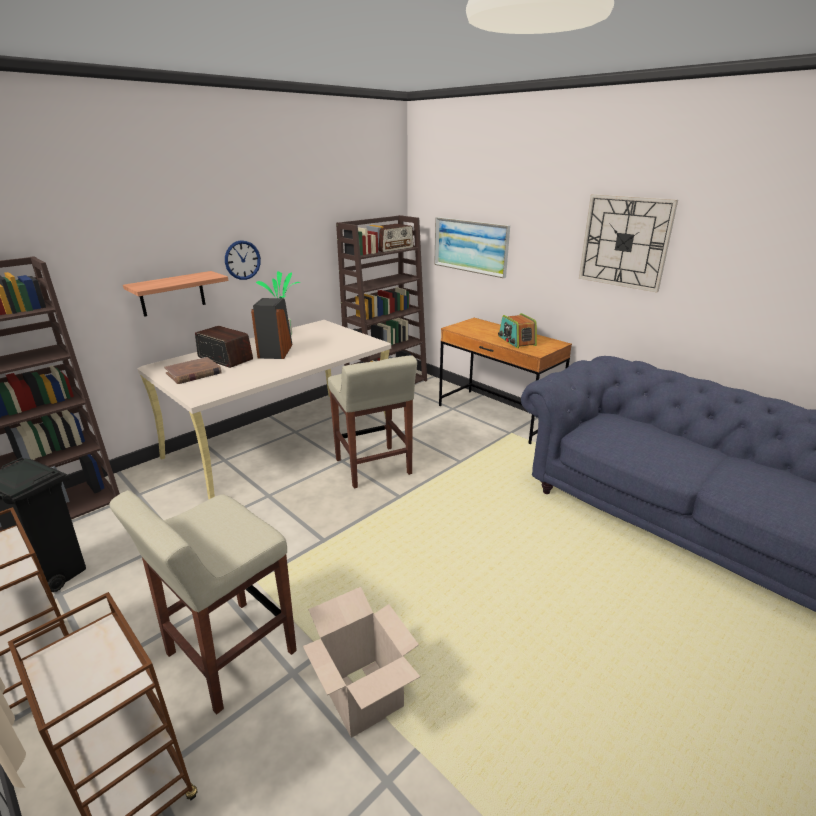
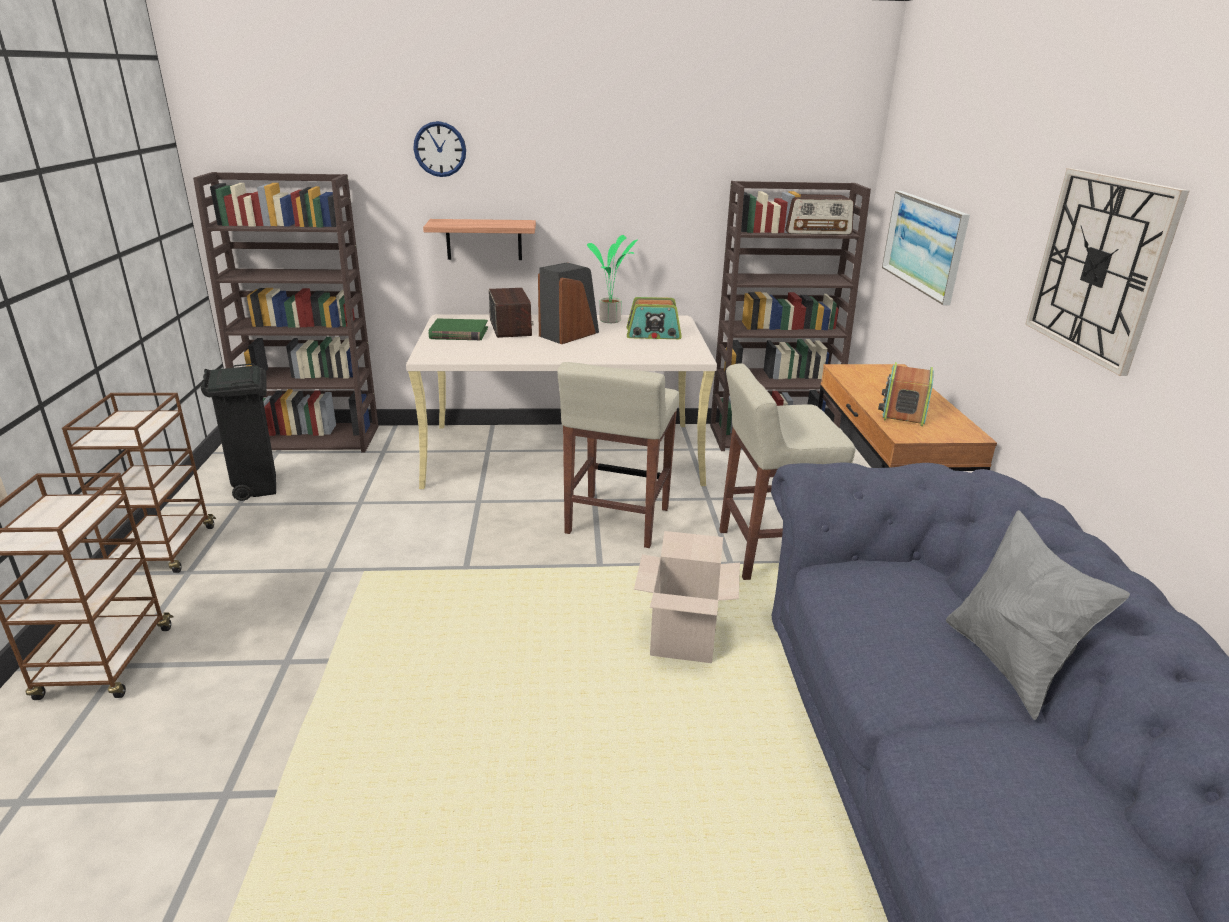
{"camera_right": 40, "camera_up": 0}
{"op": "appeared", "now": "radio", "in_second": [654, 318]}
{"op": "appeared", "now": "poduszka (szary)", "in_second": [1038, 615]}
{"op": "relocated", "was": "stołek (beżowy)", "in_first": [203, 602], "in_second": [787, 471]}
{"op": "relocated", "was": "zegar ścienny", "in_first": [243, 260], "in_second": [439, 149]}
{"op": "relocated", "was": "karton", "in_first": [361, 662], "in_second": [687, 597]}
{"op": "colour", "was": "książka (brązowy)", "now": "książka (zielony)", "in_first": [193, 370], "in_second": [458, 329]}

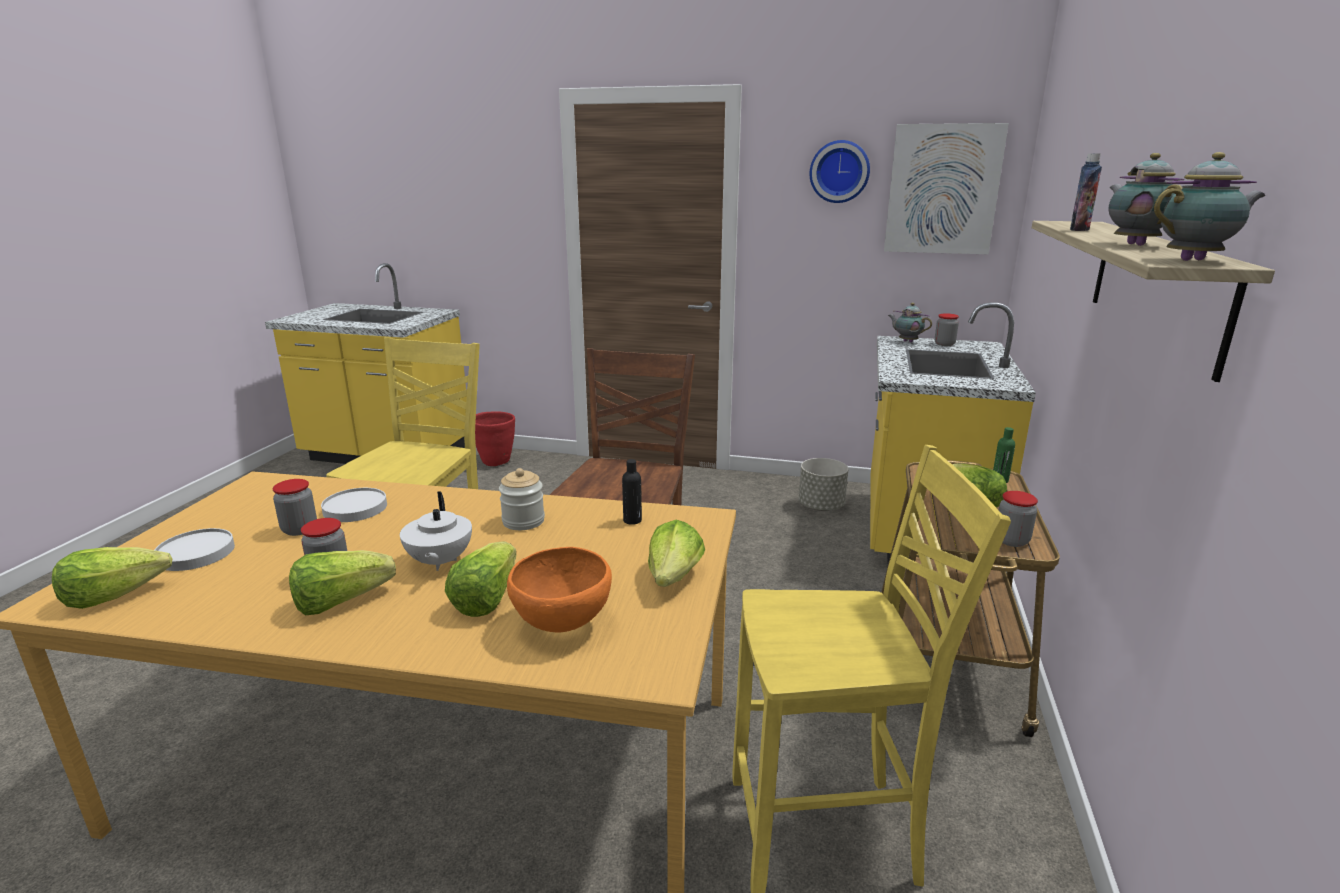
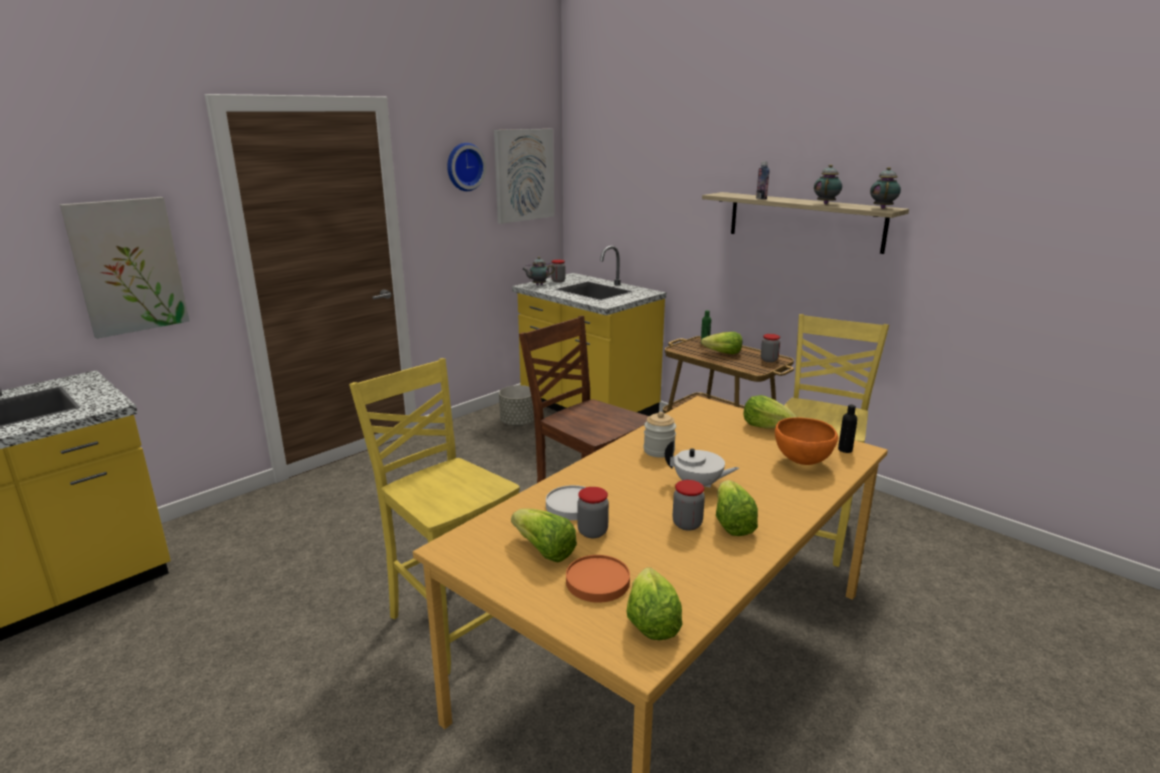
{"camera_right": -60, "camera_up": 0}
{"op": "missing", "was": "donica (czerwony)", "in_first": [495, 438]}
{"op": "appeared", "now": "obraz", "in_second": [125, 268]}
{"op": "relocated", "was": "sałata", "in_first": [481, 579], "in_second": [544, 535]}
{"op": "relocated", "was": "butelka (czarny)", "in_first": [632, 492], "in_second": [848, 429]}
{"op": "colour", "was": "talerz (biały)", "now": "talerz (pomarańczowy)", "in_first": [195, 549], "in_second": [598, 579]}
{"op": "spun", "was": "imbryk", "in_first": [1146, 199], "in_second": [828, 184], "clockwise": 90}

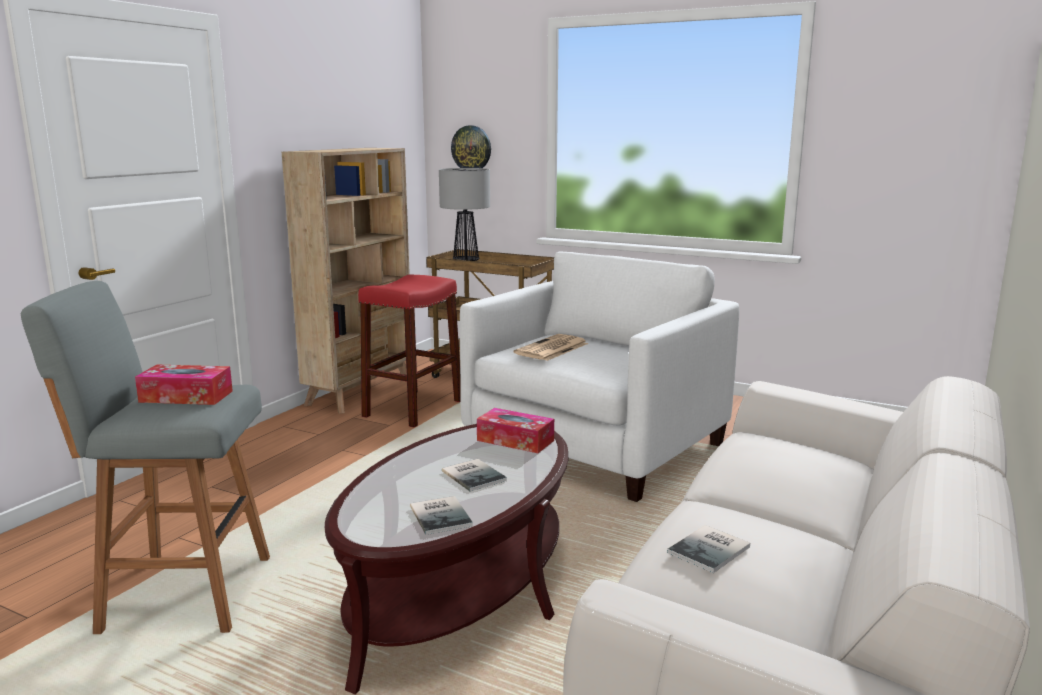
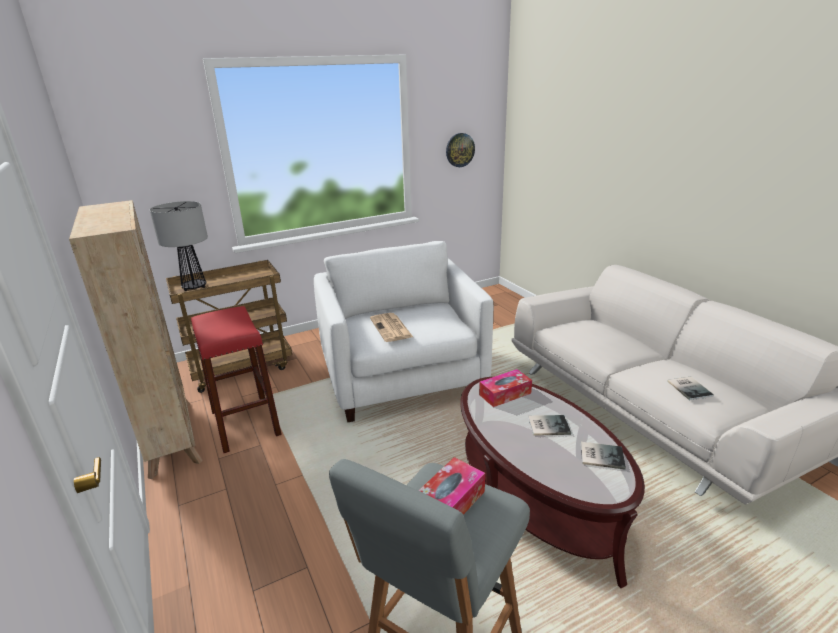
{"camera_right": -55, "camera_up": 10}
{"op": "relocated", "was": "zegar ścienny", "in_first": [471, 147], "in_second": [460, 150]}

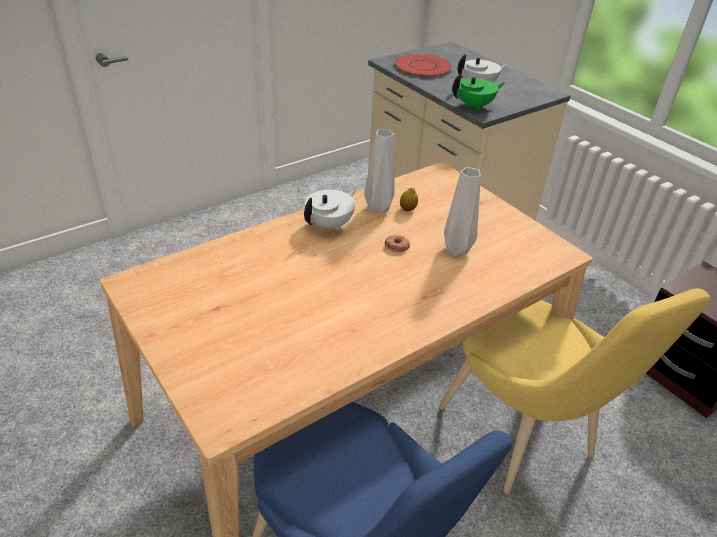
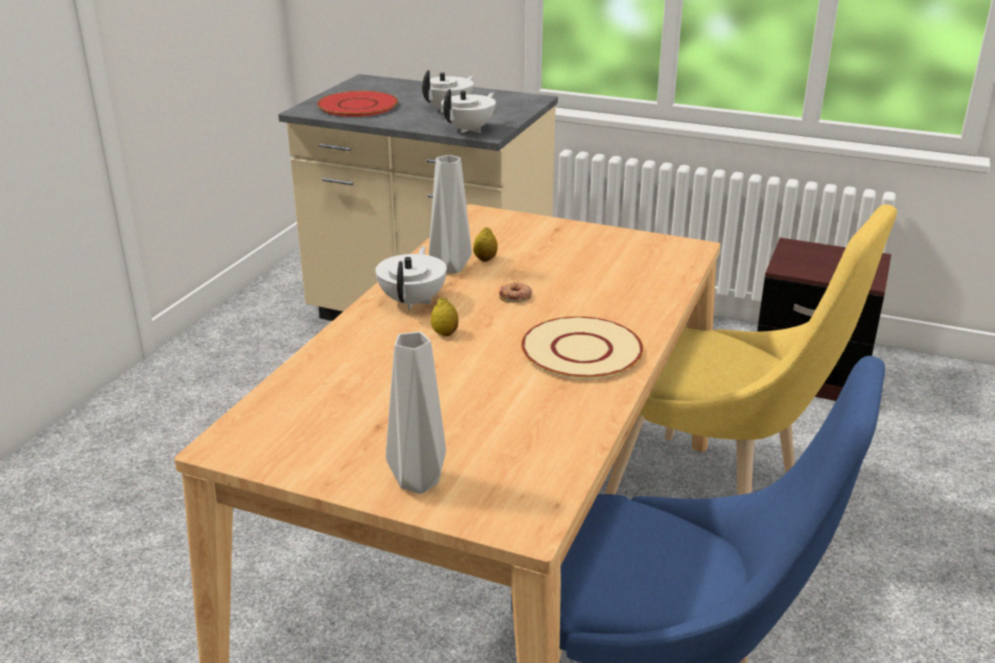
{"camera_right": -30, "camera_up": -10}
{"op": "appeared", "now": "cytryna", "in_second": [444, 317]}
{"op": "appeared", "now": "talerz (beżowy)", "in_second": [582, 347]}
{"op": "relocated", "was": "wazon (szary)", "in_first": [462, 211], "in_second": [416, 413]}
{"op": "colour", "was": "imbryk (zielony)", "now": "imbryk (biały)", "in_first": [478, 92], "in_second": [468, 111]}

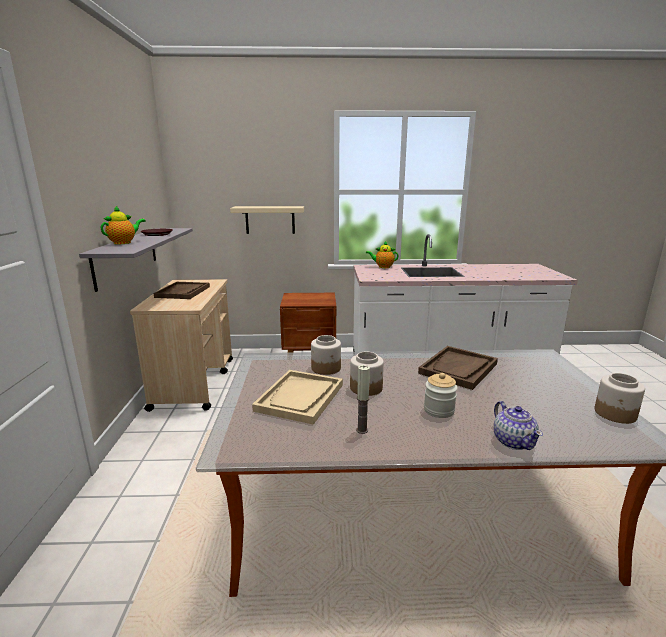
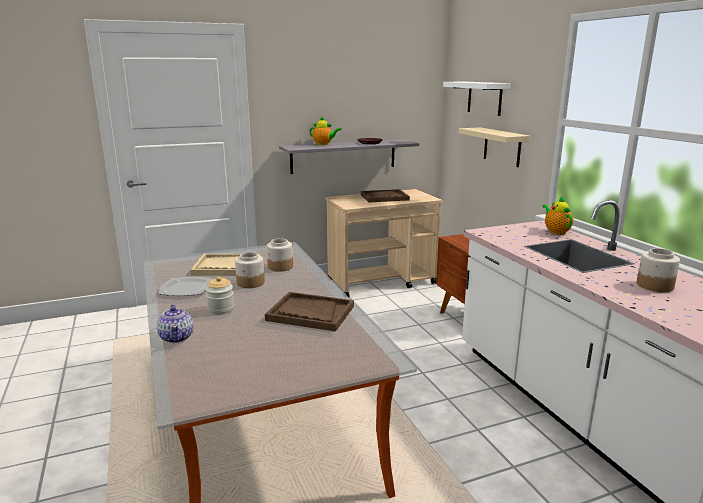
{"camera_right": 70, "camera_up": 0}
{"op": "appeared", "now": "półka (biały)", "in_second": [477, 99]}
{"op": "relocated", "was": "słoik", "in_first": [619, 398], "in_second": [658, 270]}
{"op": "exchanged", "was": "świeca", "now": "talerz", "in_first": [363, 399], "in_second": [185, 286]}
{"op": "spun", "was": "imbryk", "in_first": [518, 425], "in_second": [175, 323], "clockwise": -75}

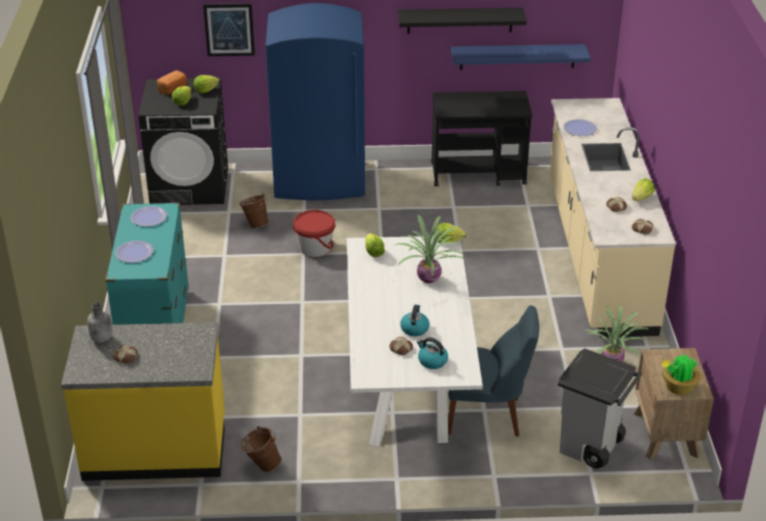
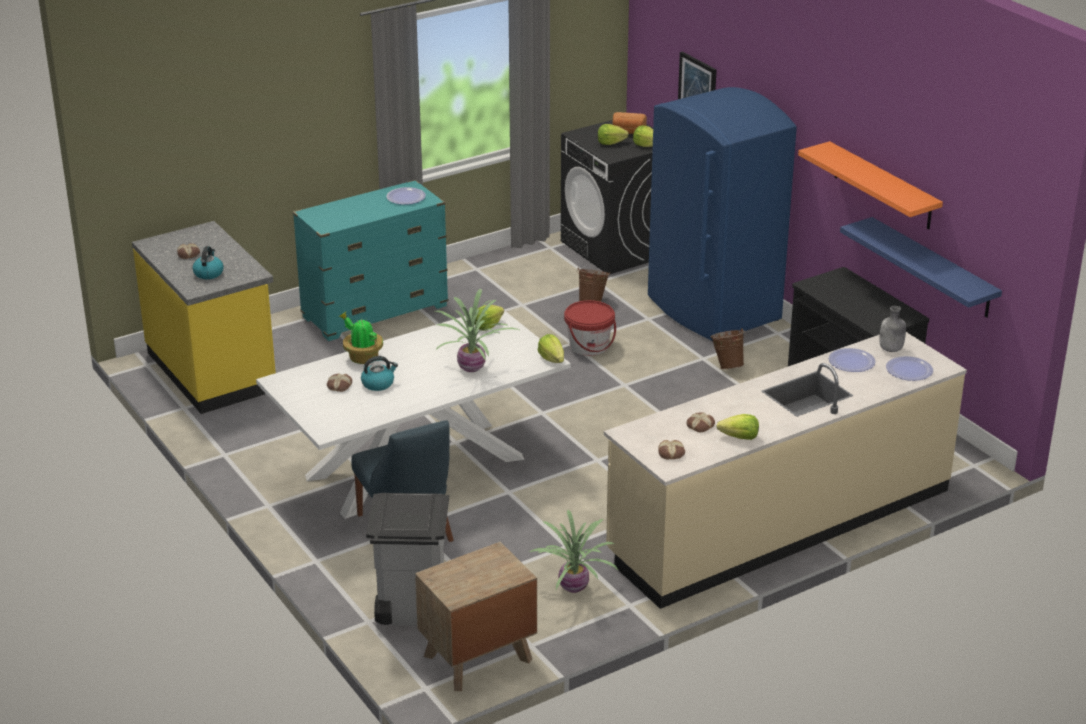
{"camera_right": 60, "camera_up": -5}
{"op": "relocated", "was": "butelka (szary)", "in_first": [99, 322], "in_second": [892, 329]}
{"op": "relocated", "was": "talerz", "in_first": [134, 251], "in_second": [909, 368]}
{"op": "relocated", "was": "wiadro (brązowy)", "in_first": [261, 449], "in_second": [728, 348]}
{"op": "relocated", "was": "czajnik", "in_first": [432, 353], "in_second": [208, 262]}
{"op": "relocated", "was": "roślina doniczkowa", "in_first": [681, 374], "in_second": [360, 338]}
{"op": "colour", "was": "półka (czarny)", "now": "półka (pomarańczowy)", "in_first": [462, 21], "in_second": [870, 185]}

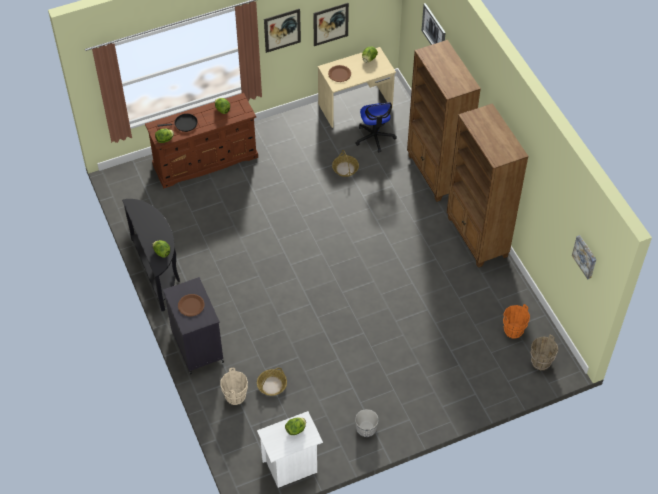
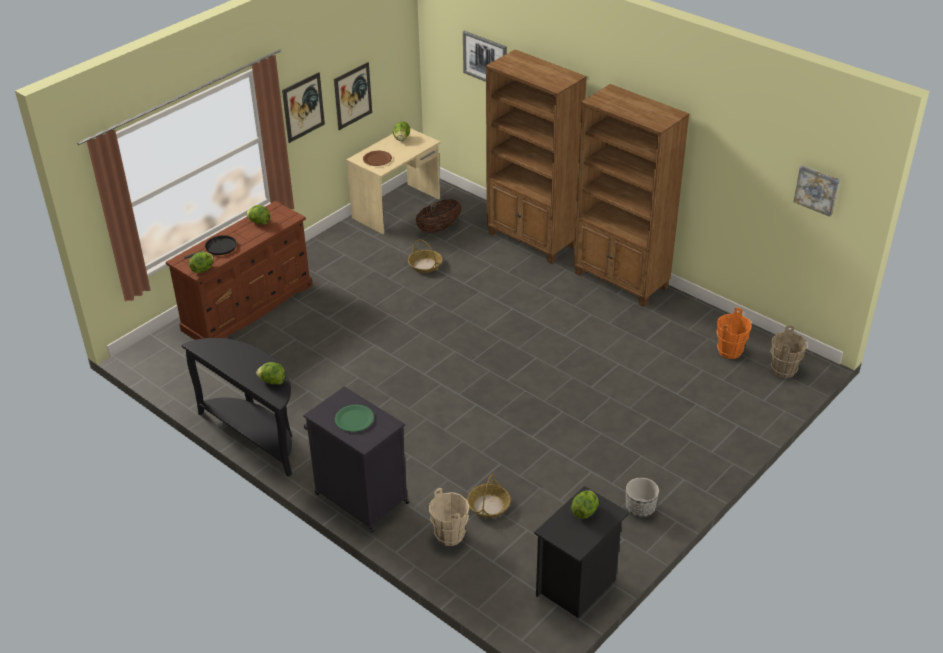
{"camera_right": -25, "camera_up": -15}
{"op": "exchanged", "was": "krzesło biurowe", "now": "koszyk", "in_first": [376, 127], "in_second": [438, 216]}
{"op": "colour", "was": "talerz (brązowy)", "now": "talerz (zielony)", "in_first": [191, 305], "in_second": [354, 418]}
{"op": "colour", "was": "szafka nocna (biały)", "now": "szafka nocna (czarny)", "in_first": [290, 449], "in_second": [581, 552]}

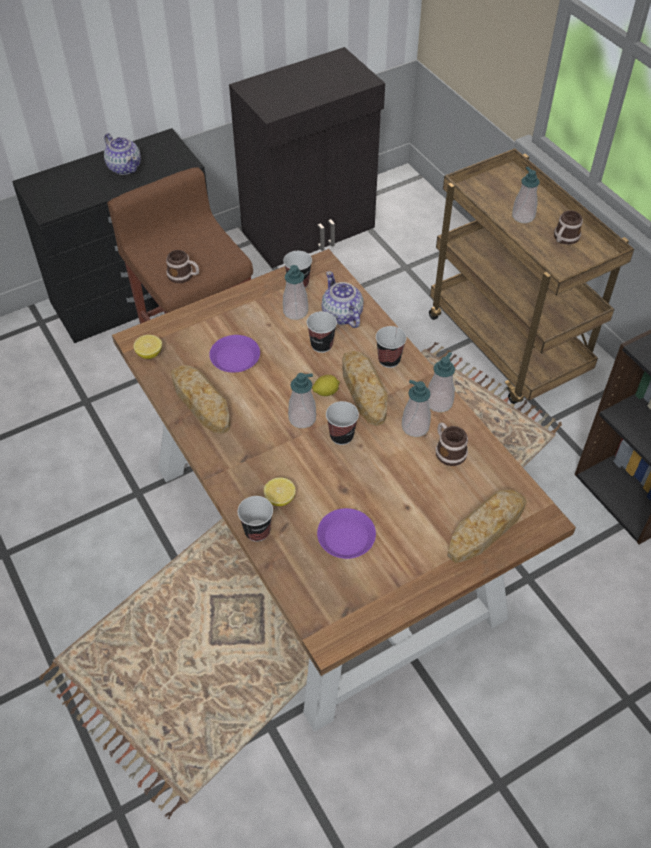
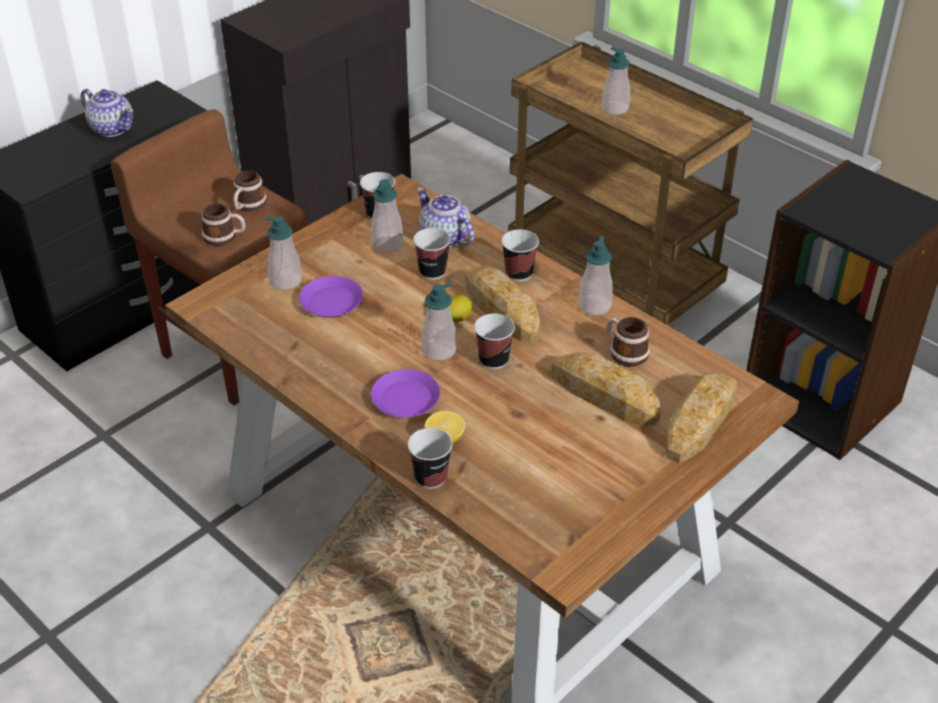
{"camera_right": -15, "camera_up": -10}
{"op": "missing", "was": "cytryna", "in_first": [148, 347]}
{"op": "relocated", "was": "chleb", "in_first": [200, 400], "in_second": [606, 389]}
{"op": "relocated", "was": "talerz (fioletowy)", "in_first": [346, 533], "in_second": [405, 393]}
{"op": "relocated", "was": "dozownik mydła", "in_first": [416, 408], "in_second": [283, 253]}
{"op": "relocated", "was": "kubek", "in_first": [568, 228], "in_second": [249, 191]}

